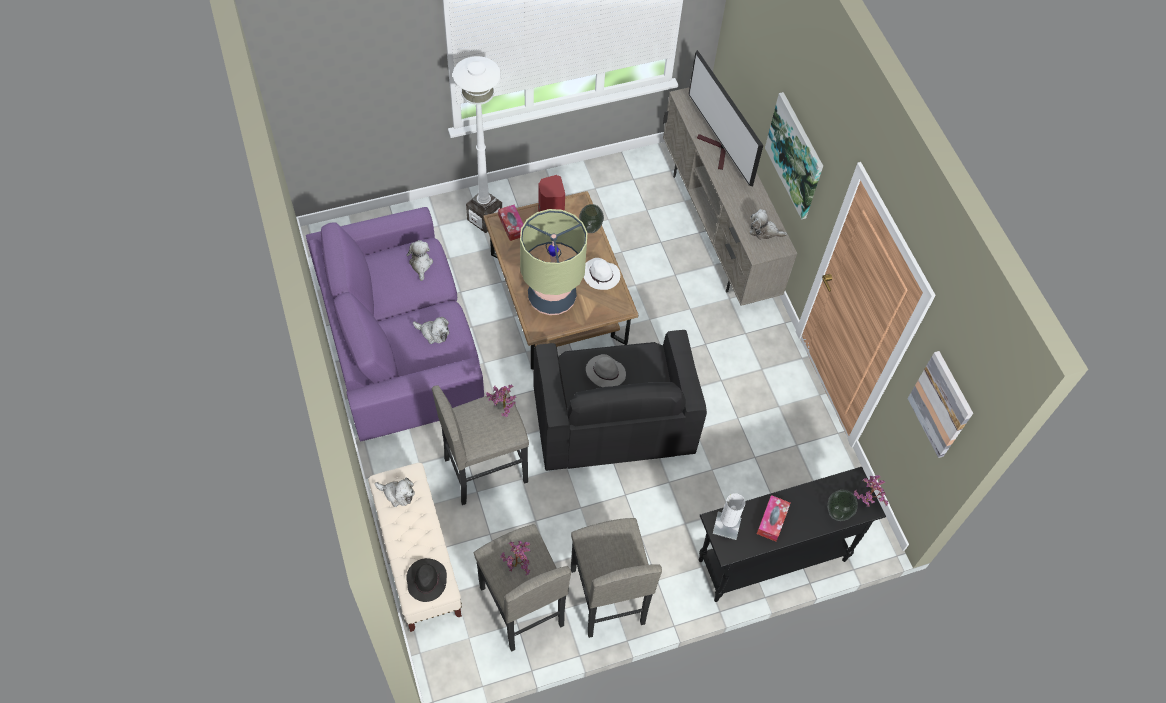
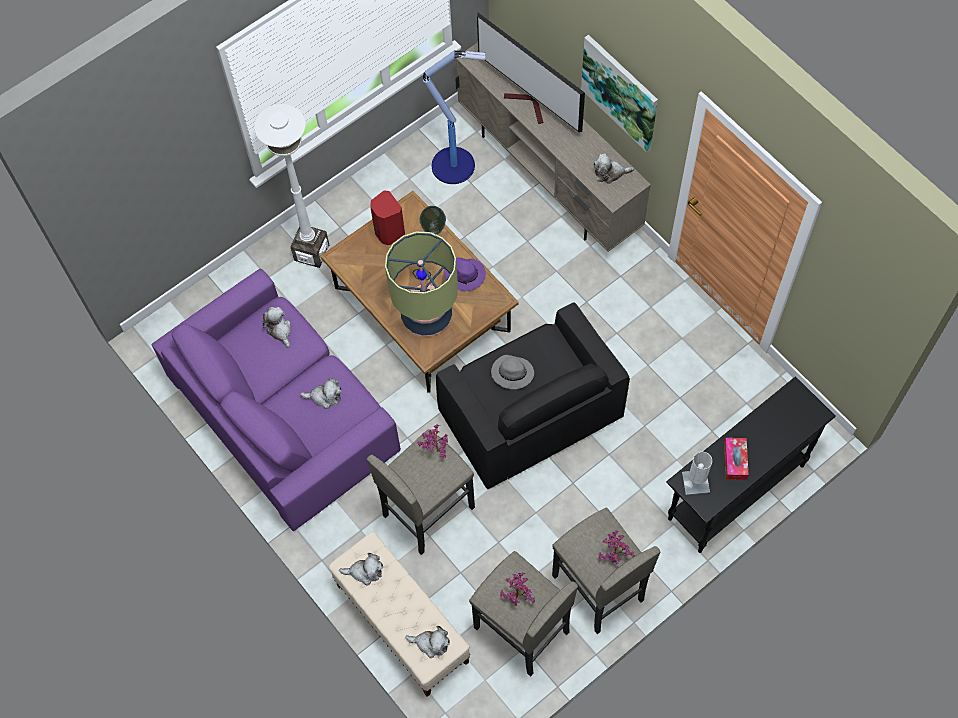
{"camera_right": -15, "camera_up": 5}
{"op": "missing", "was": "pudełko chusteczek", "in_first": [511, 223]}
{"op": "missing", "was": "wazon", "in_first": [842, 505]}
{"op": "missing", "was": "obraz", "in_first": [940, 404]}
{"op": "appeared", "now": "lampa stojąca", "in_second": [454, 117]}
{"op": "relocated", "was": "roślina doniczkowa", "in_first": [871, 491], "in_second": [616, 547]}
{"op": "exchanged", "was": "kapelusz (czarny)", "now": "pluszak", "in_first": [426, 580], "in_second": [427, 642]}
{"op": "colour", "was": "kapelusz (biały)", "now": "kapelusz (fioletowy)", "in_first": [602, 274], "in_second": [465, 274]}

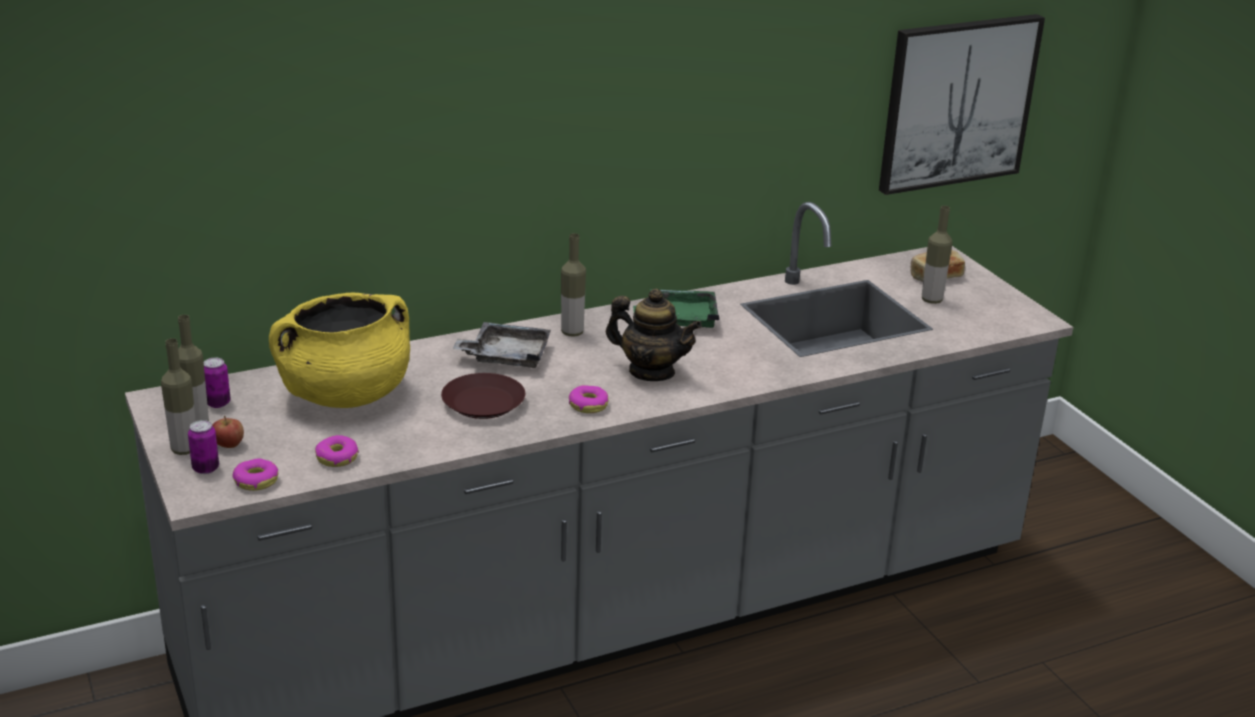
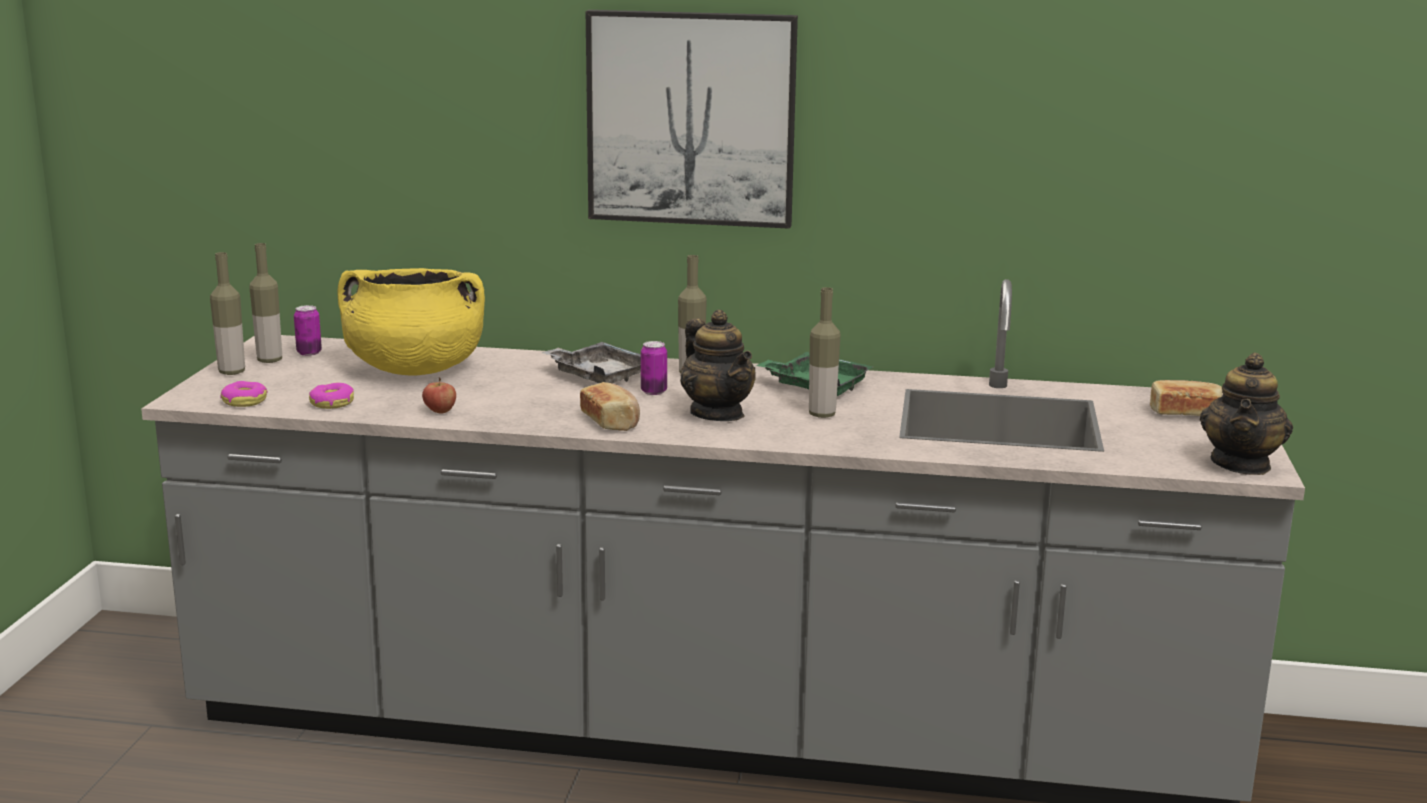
{"camera_right": 35, "camera_up": -10}
{"op": "missing", "was": "talerz (brązowy)", "in_first": [483, 396]}
{"op": "appeared", "now": "imbryk", "in_second": [1246, 413]}
{"op": "relocated", "was": "puszka", "in_first": [203, 447], "in_second": [654, 368]}
{"op": "relocated", "was": "jabłko", "in_first": [228, 432], "in_second": [439, 396]}
{"op": "relocated", "was": "obraz", "in_first": [962, 104], "in_second": [692, 119]}
{"op": "relocated", "was": "butelka", "in_first": [937, 255], "in_second": [825, 352]}
{"op": "exchanged", "was": "donut", "now": "chleb", "in_first": [589, 399], "in_second": [610, 406]}

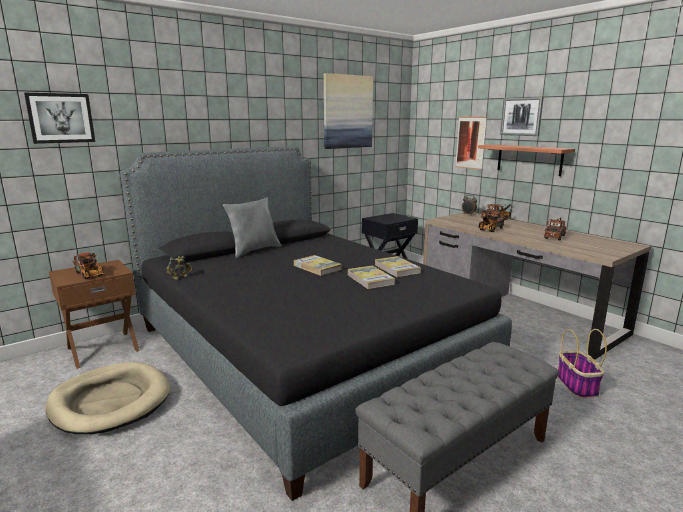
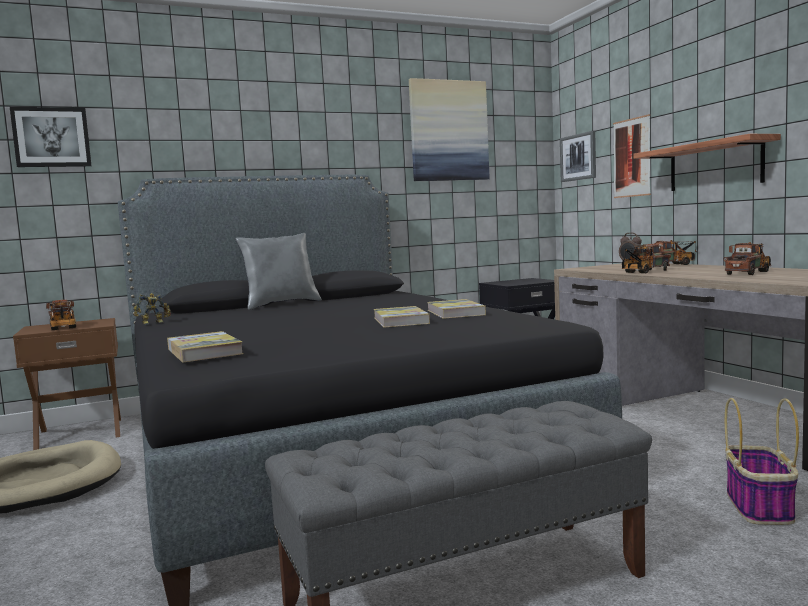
{"camera_right": 15, "camera_up": -10}
{"op": "relocated", "was": "książka", "in_first": [318, 265], "in_second": [205, 346]}
{"op": "relocated", "was": "obraz", "in_first": [522, 116], "in_second": [578, 156]}

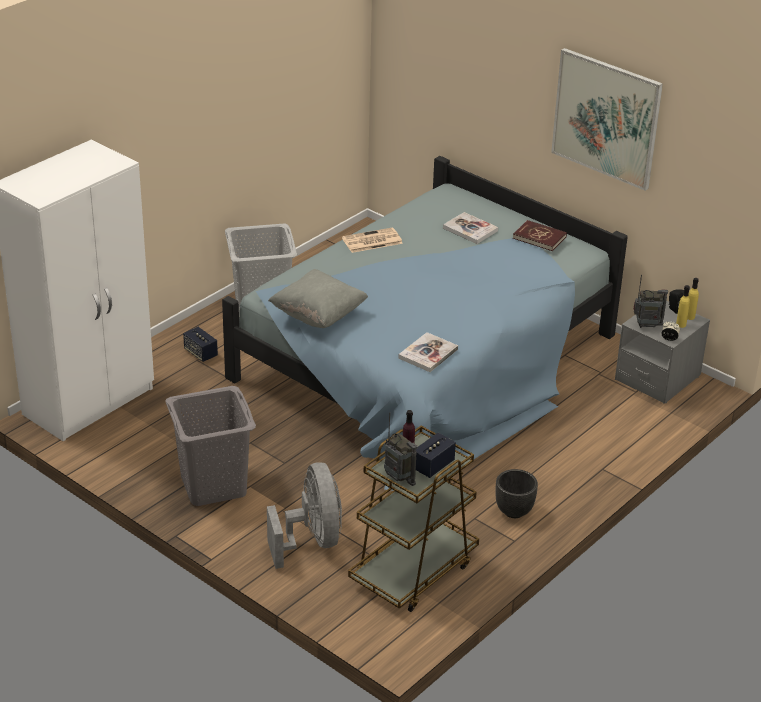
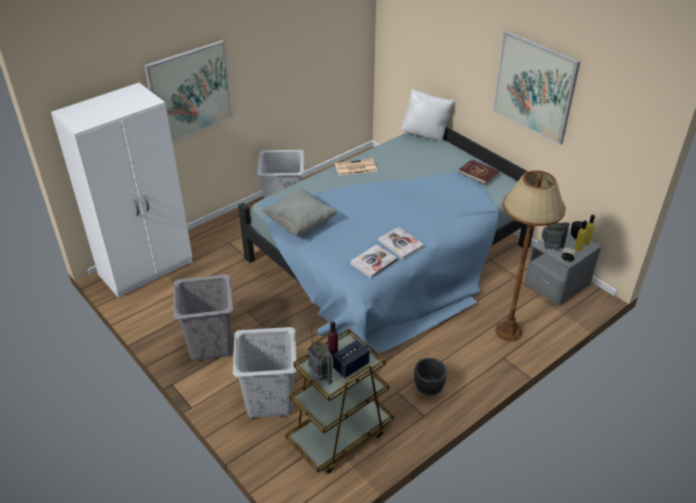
{"camera_right": 10, "camera_up": 5}
{"op": "missing", "was": "głośnik", "in_first": [200, 344]}
{"op": "appeared", "now": "obraz", "in_second": [188, 90]}
{"op": "appeared", "now": "poduszka (biały)", "in_second": [428, 115]}
{"op": "appeared", "now": "lampa stojąca (brązowy)", "in_second": [530, 255]}
{"op": "relocated", "was": "książka", "in_first": [470, 228], "in_second": [401, 243]}
{"op": "exchanged", "was": "wentylator (szary)", "now": "kosz na pranie (szary)", "in_first": [304, 515], "in_second": [265, 372]}

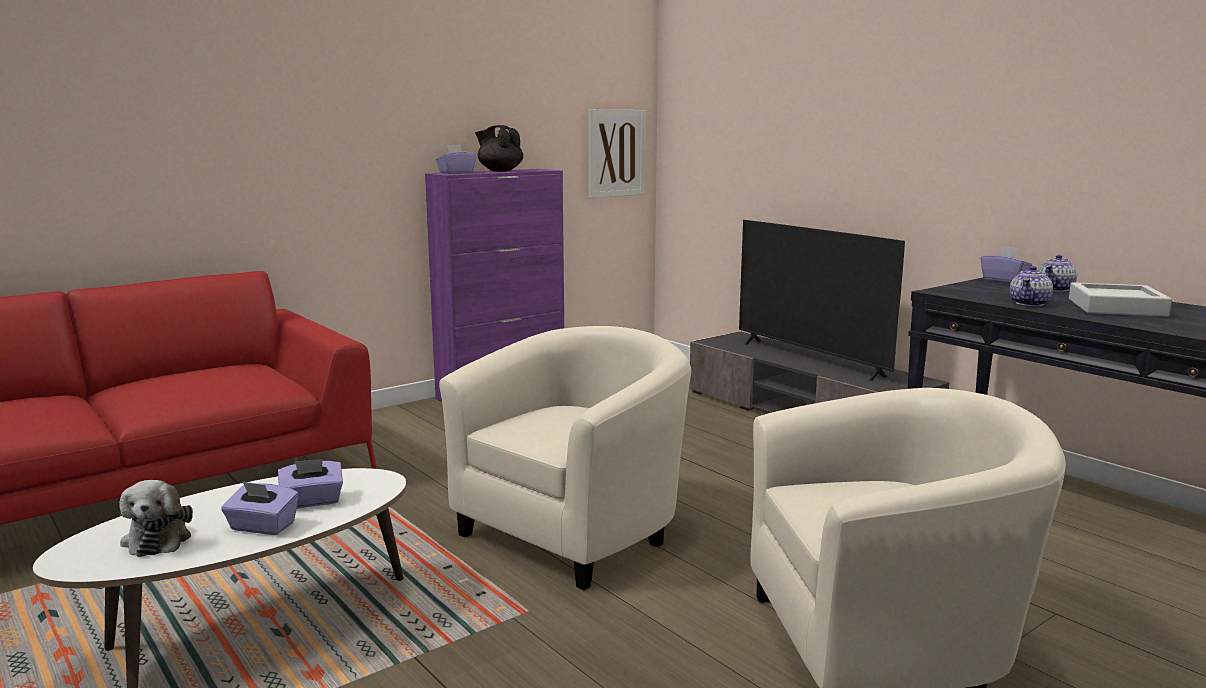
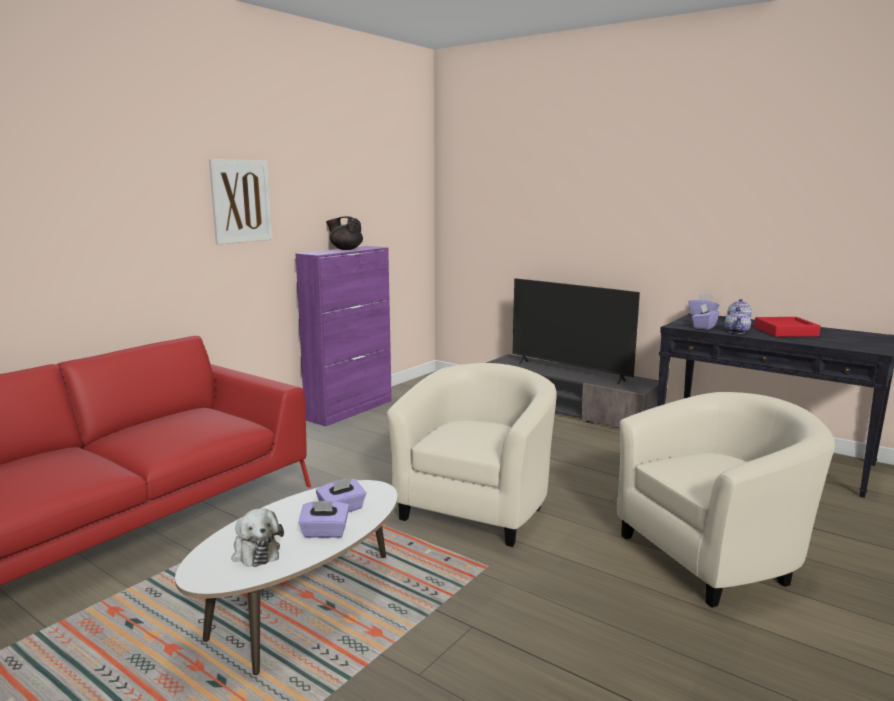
{"camera_right": -15, "camera_up": 0}
{"op": "relocated", "was": "pudełko chusteczek (fioletowy)", "in_first": [456, 159], "in_second": [705, 317]}
{"op": "relocated", "was": "obraz", "in_first": [616, 154], "in_second": [240, 201]}
{"op": "colour", "was": "taca (szary)", "now": "taca (czerwony)", "in_first": [1120, 299], "in_second": [787, 327]}

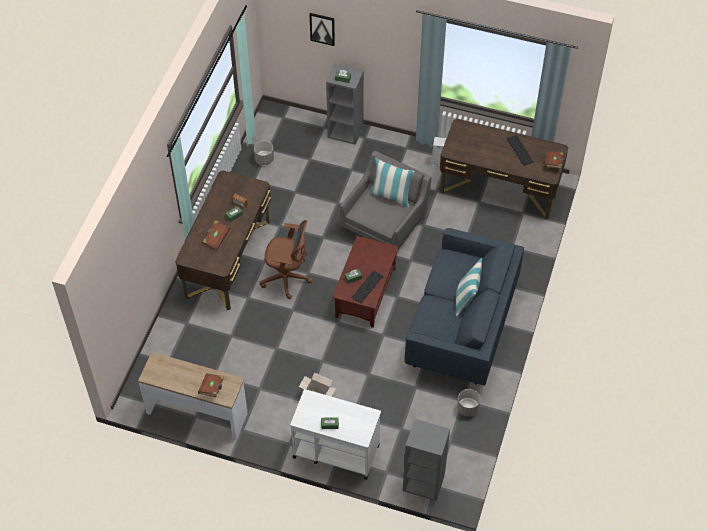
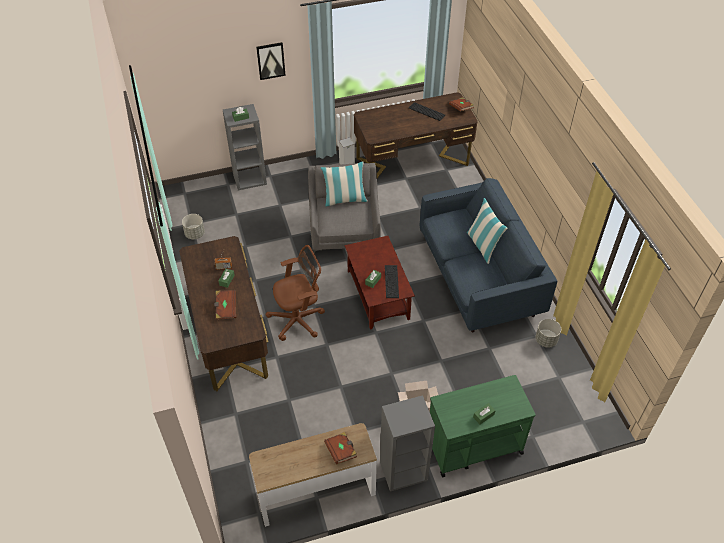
{"camera_right": -35, "camera_up": -5}
{"op": "relocated", "was": "obraz", "in_first": [322, 29], "in_second": [271, 61]}
{"op": "relocated", "was": "regał (szary)", "in_first": [426, 460], "in_second": [407, 443]}
{"op": "colour", "was": "wózek (biały)", "now": "wózek (zielony)", "in_first": [335, 434], "in_second": [483, 426]}

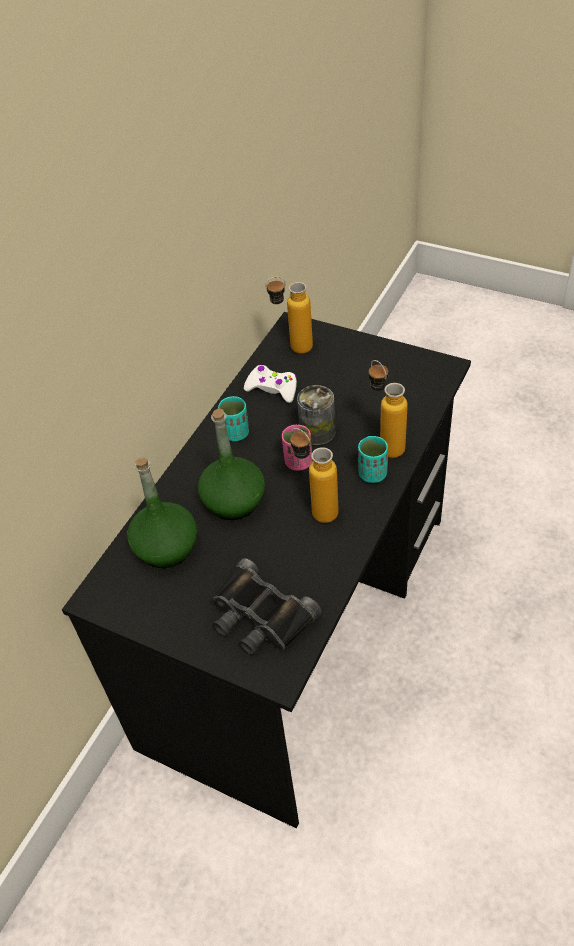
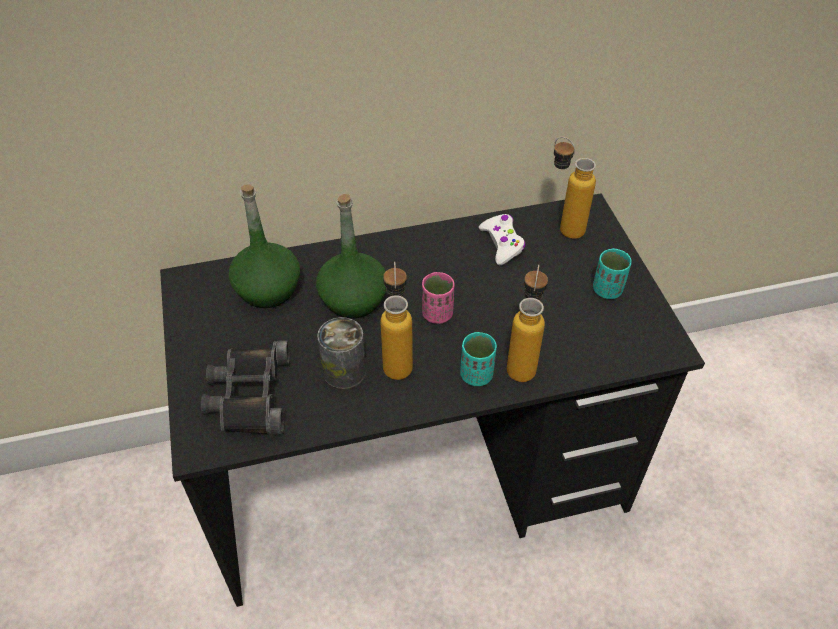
{"camera_right": 45, "camera_up": 0}
{"op": "relocated", "was": "filiżanka (turkusowy)", "in_first": [233, 418], "in_second": [612, 273]}
{"op": "relocated", "was": "puszka", "in_first": [316, 415], "in_second": [341, 353]}

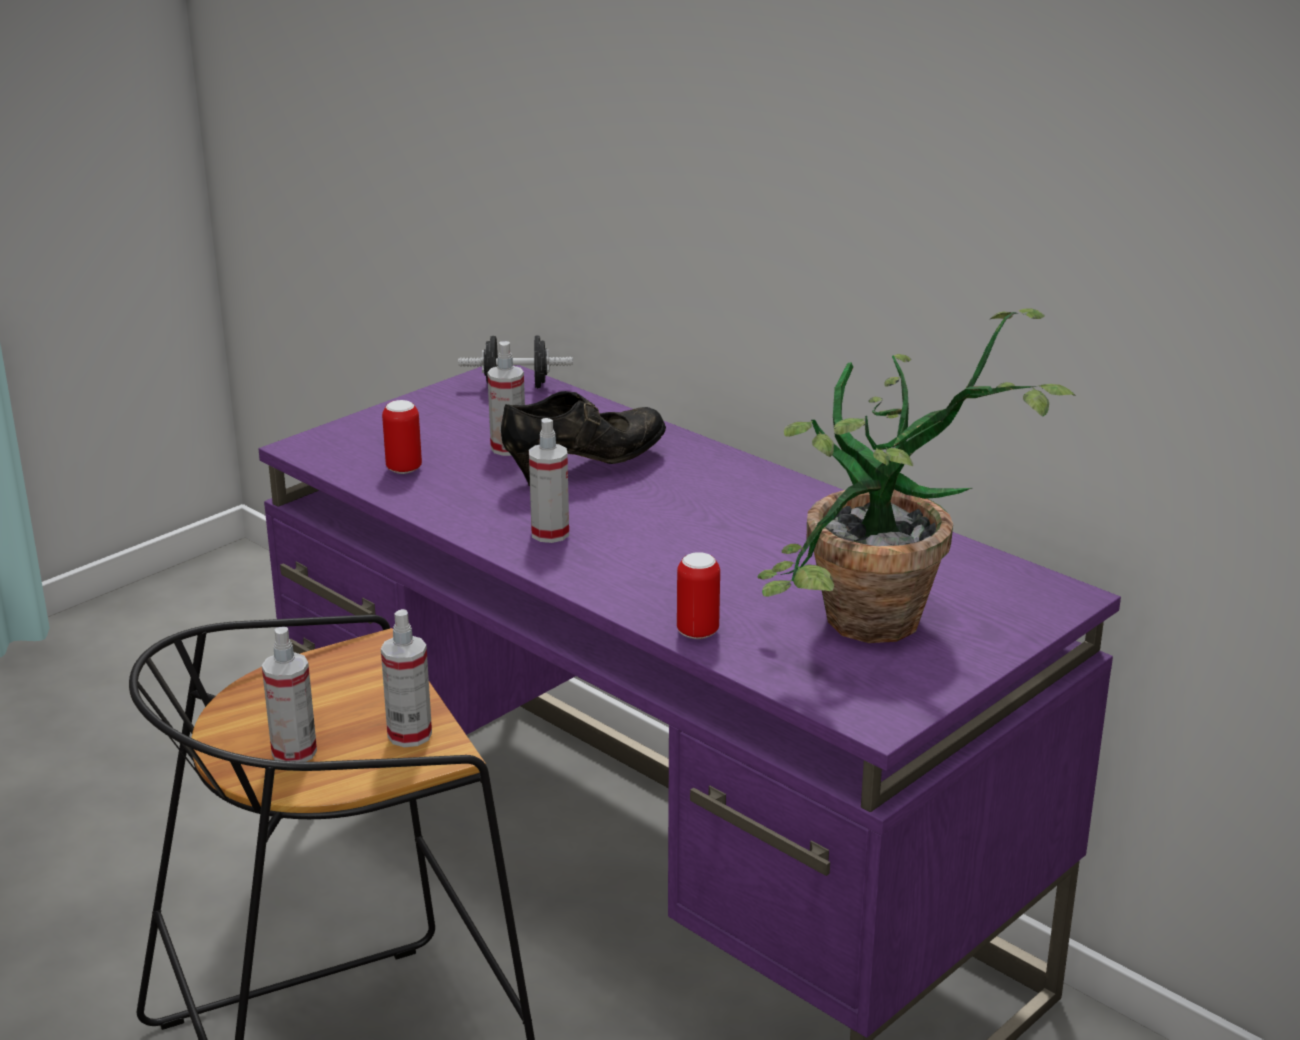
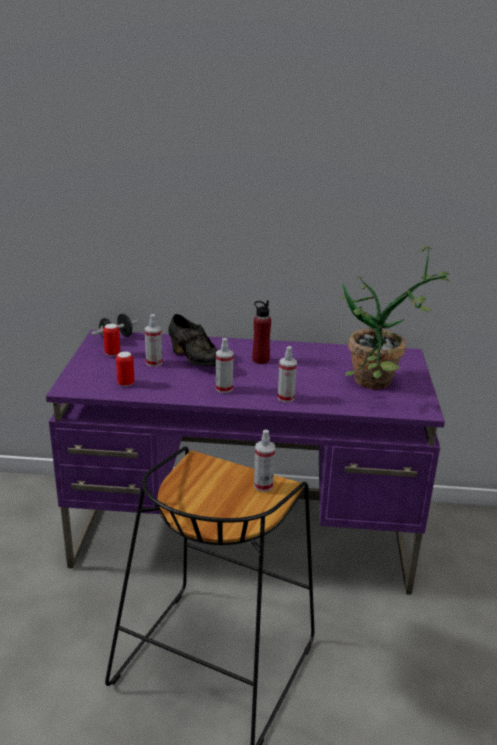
{"camera_right": -40, "camera_up": 0}
{"op": "appeared", "now": "butelka (czerwony)", "in_second": [261, 332]}
{"op": "relocated", "was": "spryskiwacz", "in_first": [289, 694], "in_second": [287, 374]}
{"op": "relocated", "was": "puszka", "in_first": [698, 595], "in_second": [111, 340]}
{"op": "spun", "was": "but (czarny)", "in_first": [583, 438], "in_second": [193, 340], "clockwise": 120}

